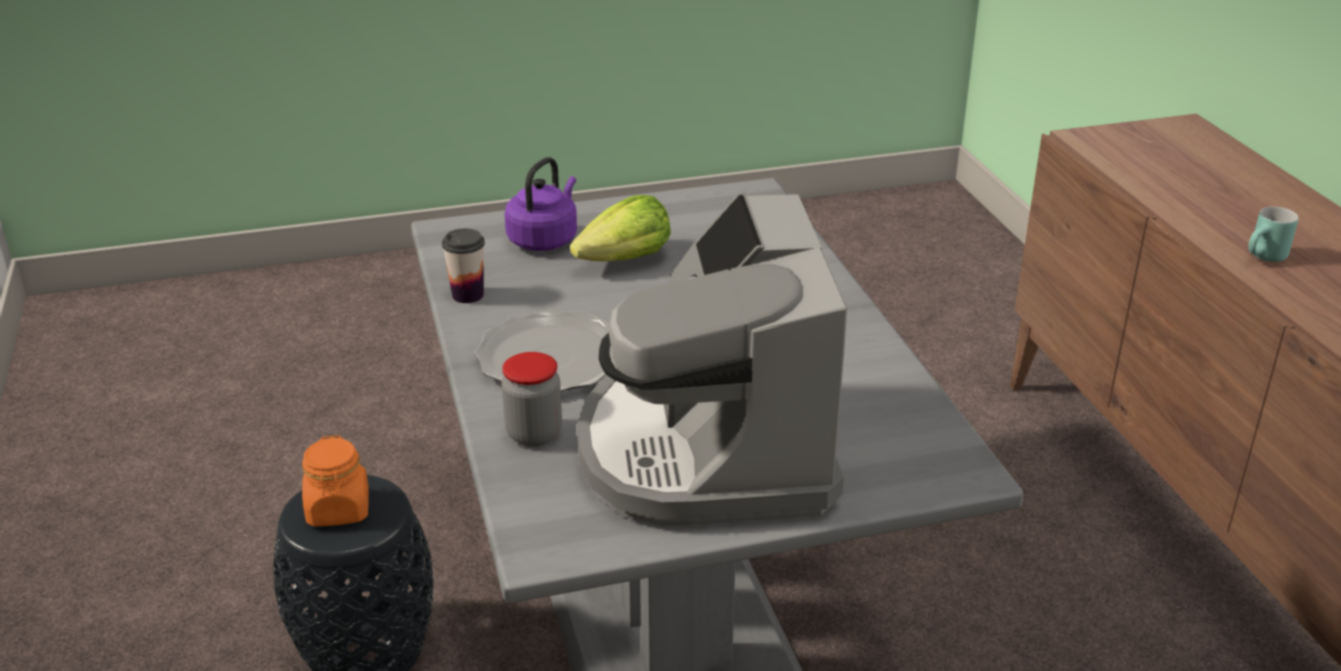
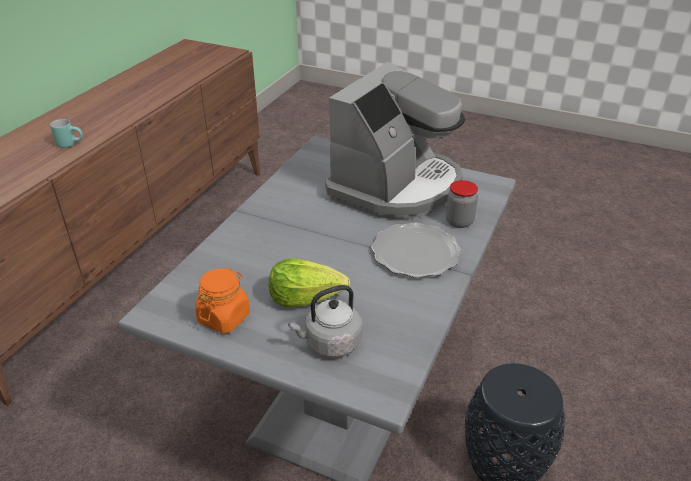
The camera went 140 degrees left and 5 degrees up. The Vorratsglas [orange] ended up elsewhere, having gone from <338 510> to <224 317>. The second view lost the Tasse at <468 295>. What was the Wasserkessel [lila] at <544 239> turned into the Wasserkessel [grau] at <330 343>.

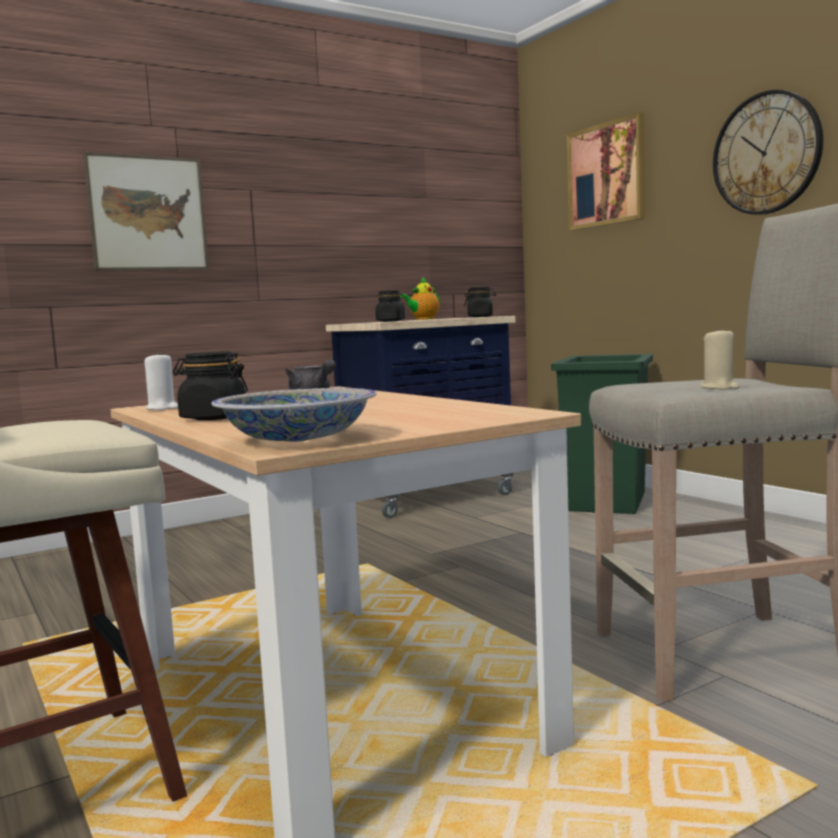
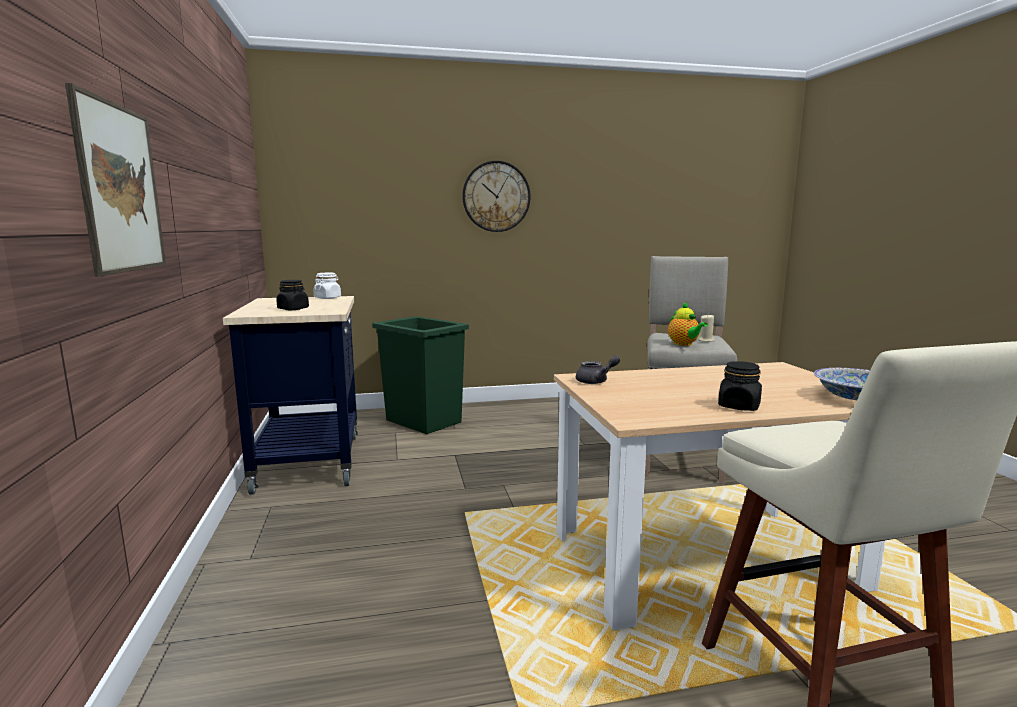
The camera went 70 degrees left and 5 degrees up. The second view lost the Kerze [weiß] at <163 408>. The Teekanne ended up elsewhere, having gone from <423 319> to <684 344>. What was the Vorratsglas [schwarz] at <480 316> turned into the Vorratsglas [weiß] at <327 298>. The second view lost the Bild at <606 175>.

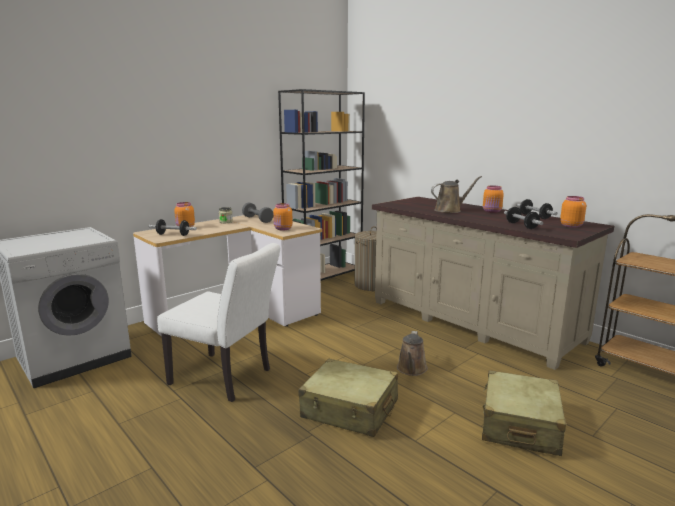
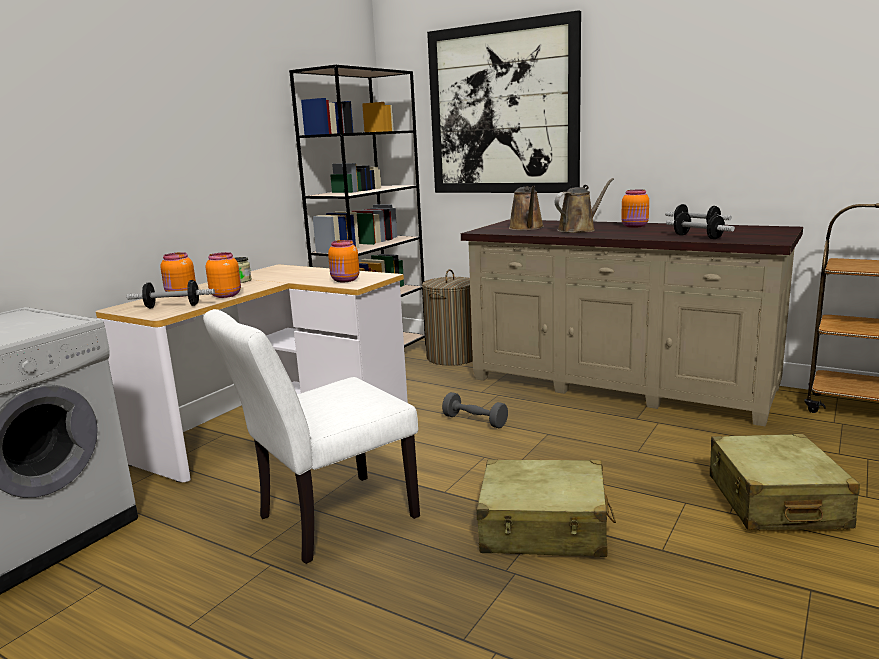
The camera went 15 degrees left and 0 degrees up. The Stuhl [weiß] at <227 378> ended up facing another way, 135 degrees clockwise from before. The Hantel [grau] ended up elsewhere, having gone from <257 219> to <475 421>. The Gießkanne [braun] ended up elsewhere, having gone from <411 369> to <527 228>. The Vorratsglas [orange] ended up elsewhere, having gone from <570 225> to <226 295>. The second view gained the Bild at <502 110>.

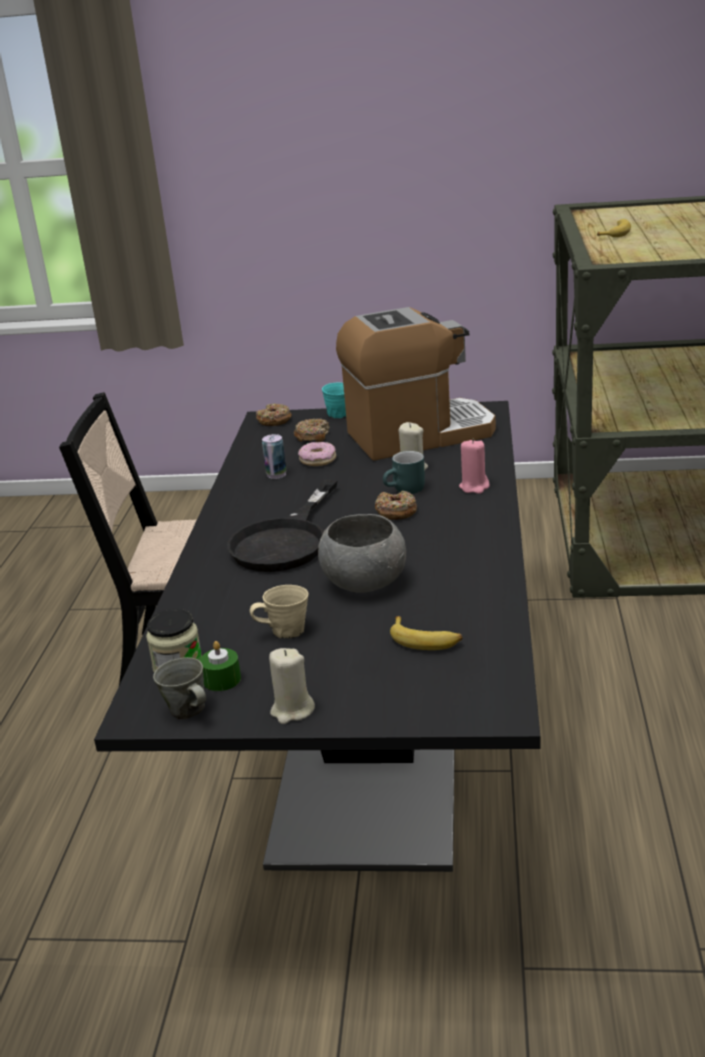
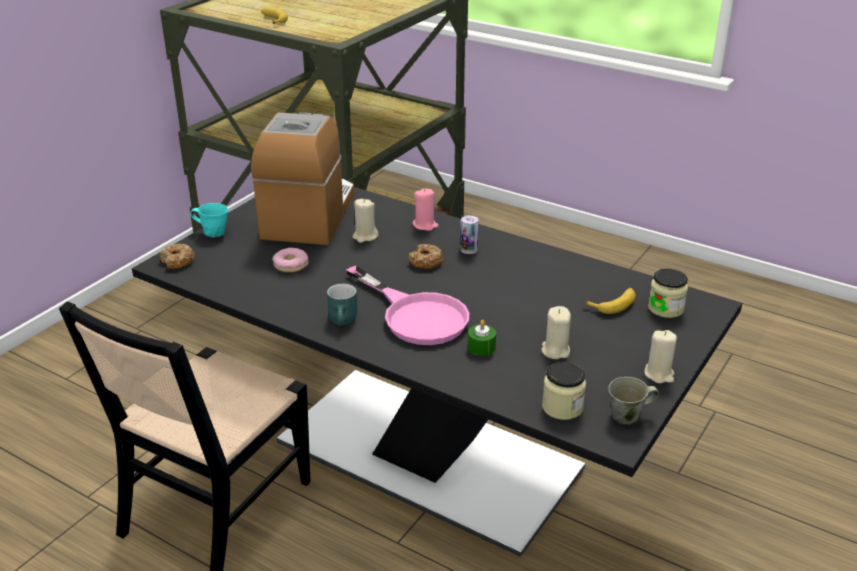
The camera went 65 degrees left and 5 degrees up. The Kerze [grün] ended up elsewhere, having gone from <222 679> to <481 347>. What was the Pfanne [schwarz] at <286 540> turned into the Pfanne [rosa] at <416 315>. Where the Henkelbecher [beige] stood at <285 631>, the Kerze [beige] came to stand at <555 351>. The Dose ended up elsewhere, having gone from <276 474> to <469 249>. The second view lost the Donut at <312 436>. The second view lost the Schüssel [grau] at <364 582>. The Henkelbecher [türkis] ended up elsewhere, having gone from <406 490> to <344 321>. The second view gained the Vorratsglas at <665 308>.

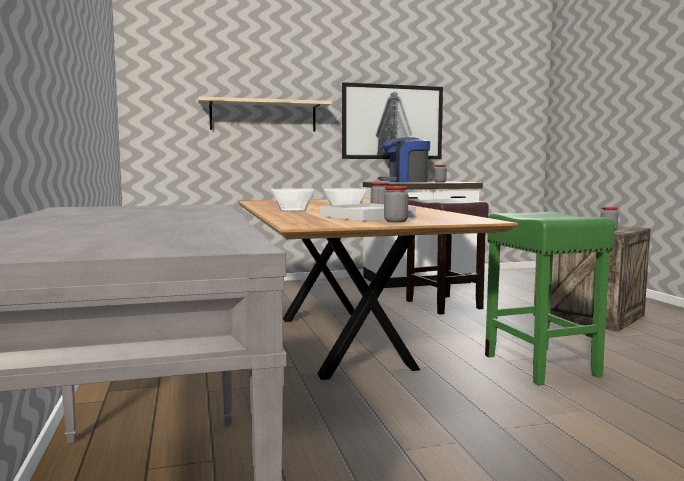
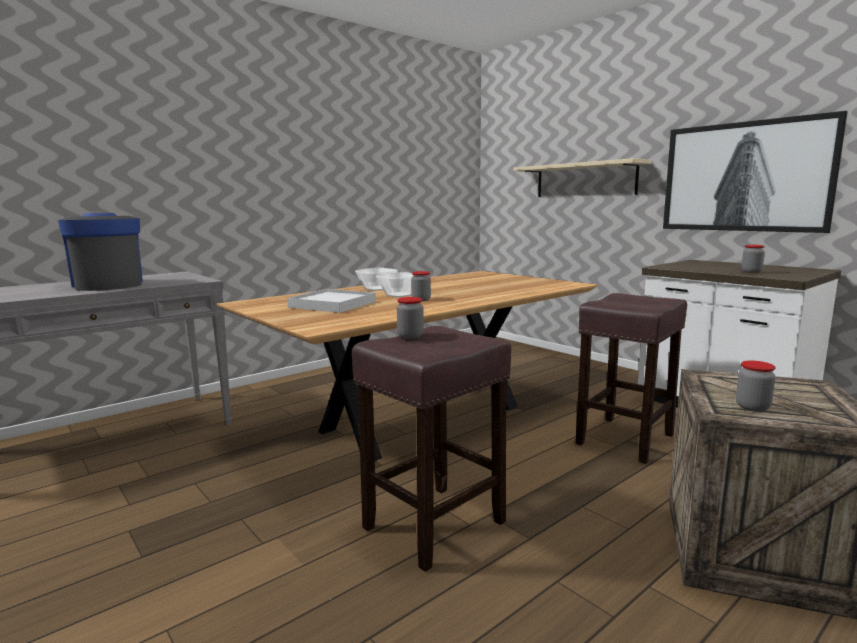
The camera went 65 degrees right and 5 degrees up. The Kaffeemaschine ended up elsewhere, having gone from <404 181> to <108 285>. The Vorratsglas ended up elsewhere, having gone from <395 221> to <410 336>. What was the Hocker [grün] at <542 366> turned into the Hocker [braun] at <433 526>.

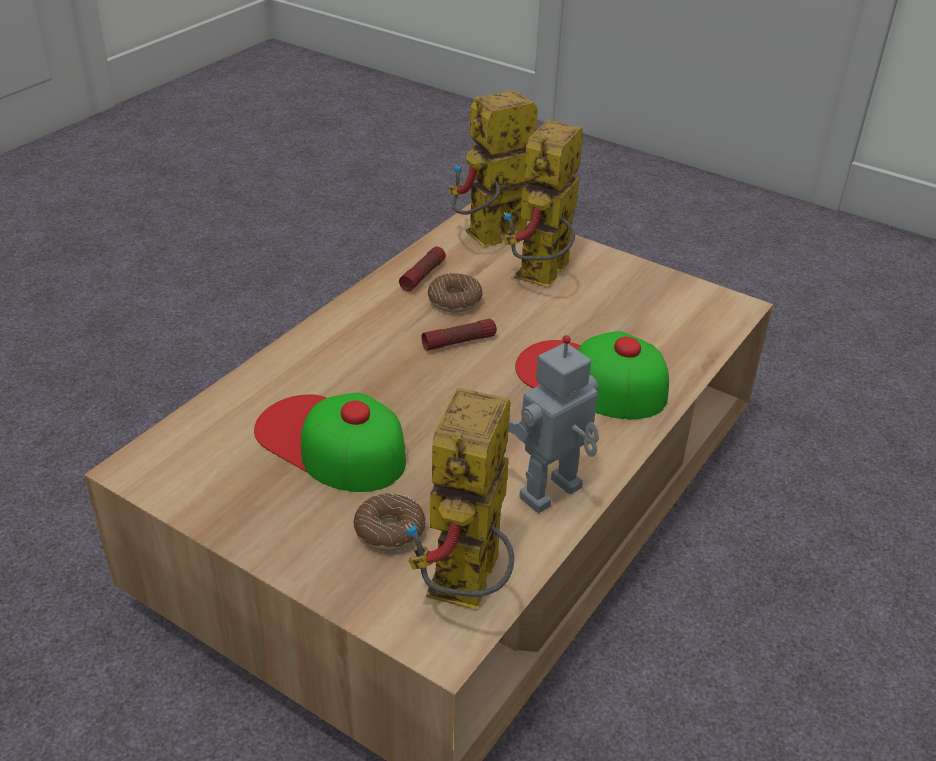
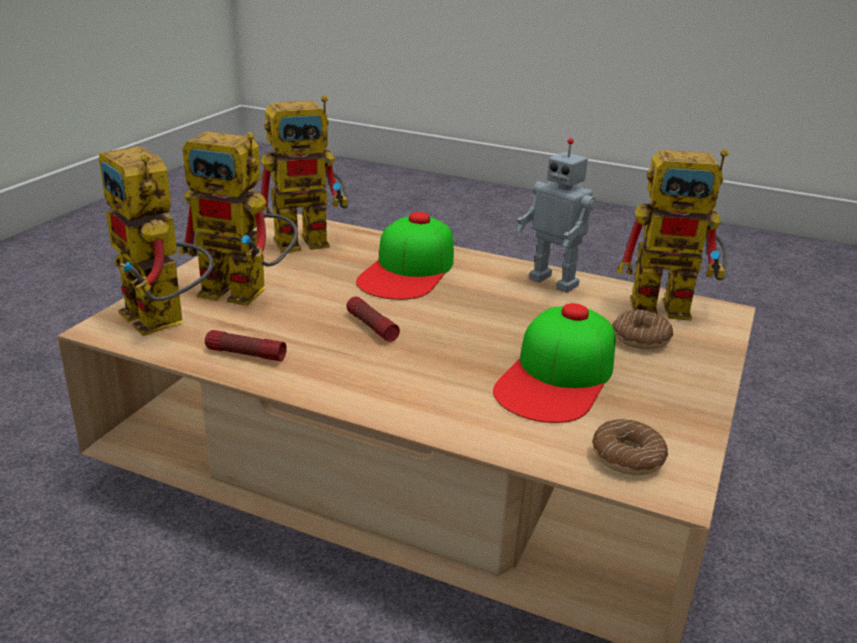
The camera went 100 degrees left and 10 degrees down. The Donut ended up elsewhere, having gone from <454 301> to <627 457>. The second view gained the Spielzeugroboter at <312 239>.

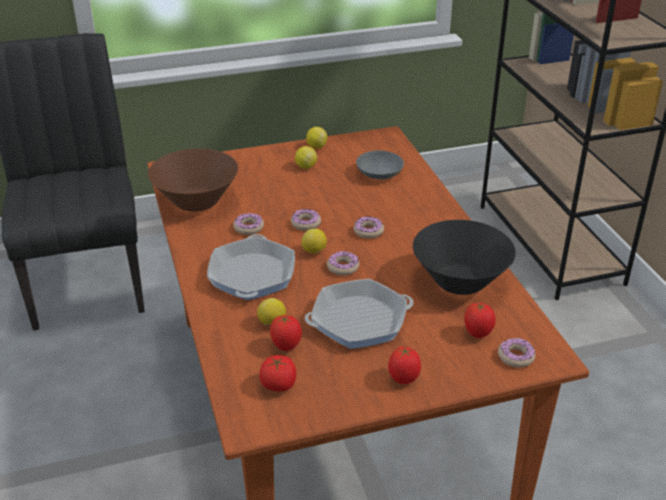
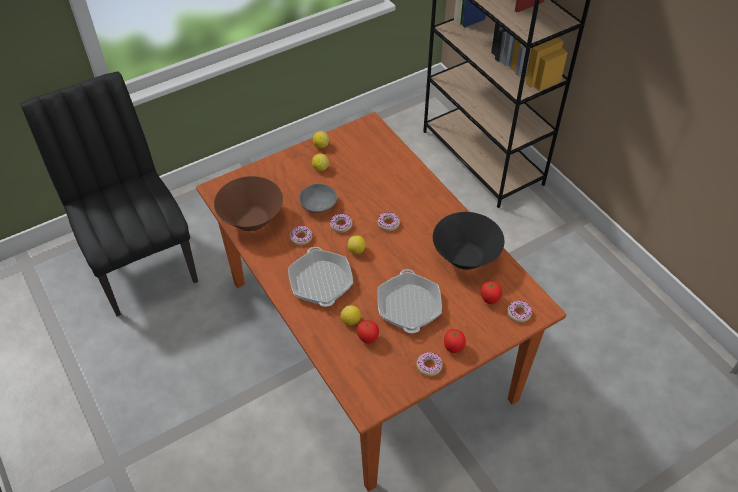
The camera went 15 degrees left and 15 degrees up. The second view lost the Tomate at <278 384>. The Pfanne at <359 321> ended up facing another way, 120 degrees clockwise from before. The Donut ended up elsewhere, having gone from <343 267> to <429 366>. The Schüssel [grau] ended up elsewhere, having gone from <379 174> to <318 205>.

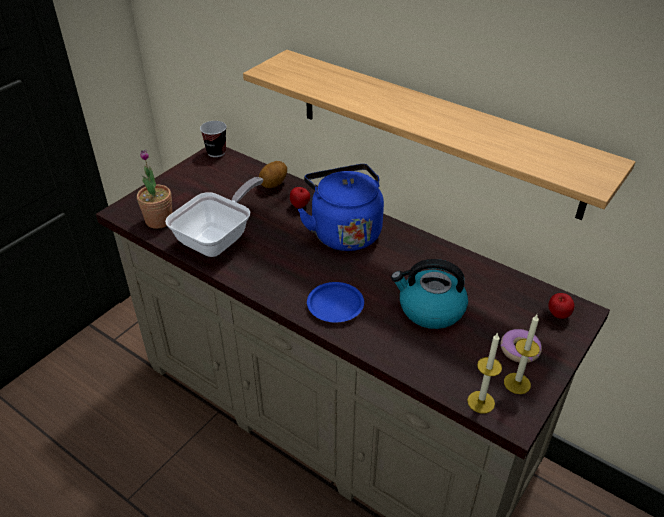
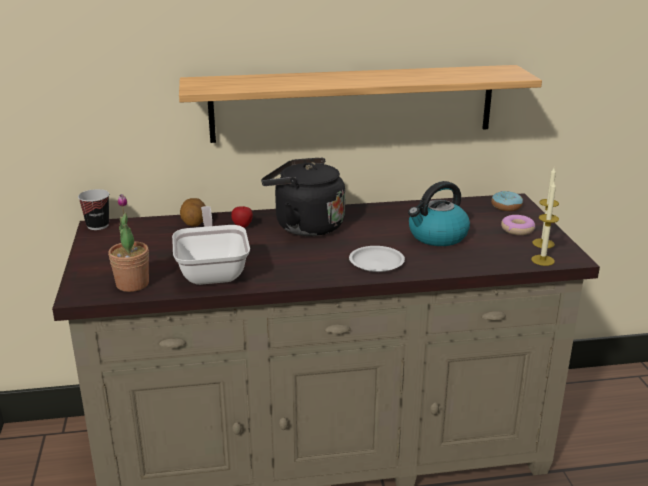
The camera went 45 degrees left and 15 degrees down. What was the Wasserkessel [blau] at <344 232> turned into the Wasserkessel [schwarz] at <305 226>. What was the Teller [blau] at <335 306> turned into the Teller [weiß] at <377 263>. Where the Apfel stood at <557 315>, the Donut came to stand at <506 207>.

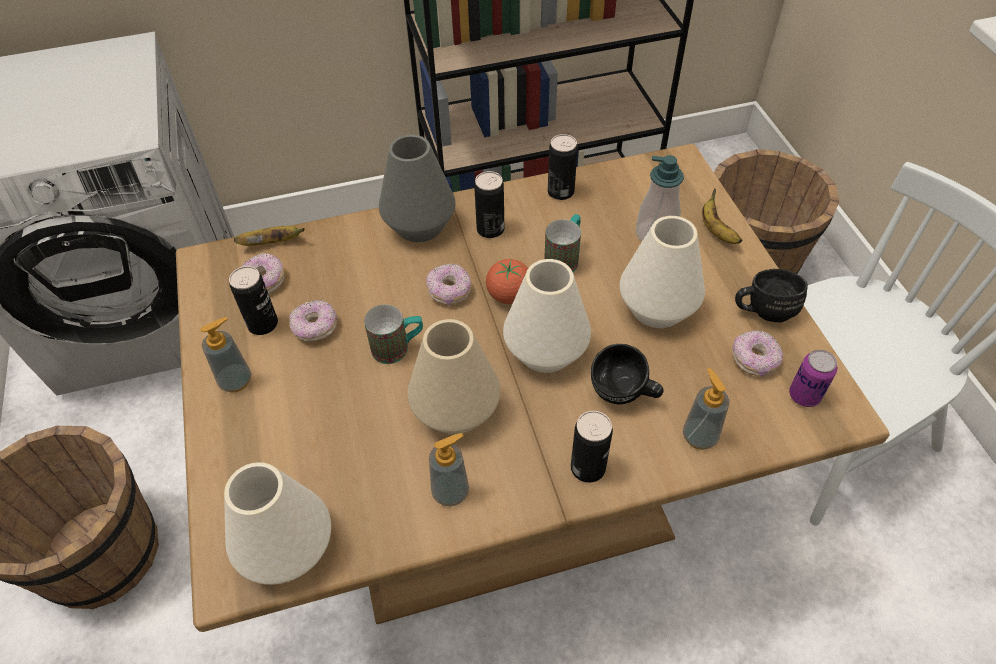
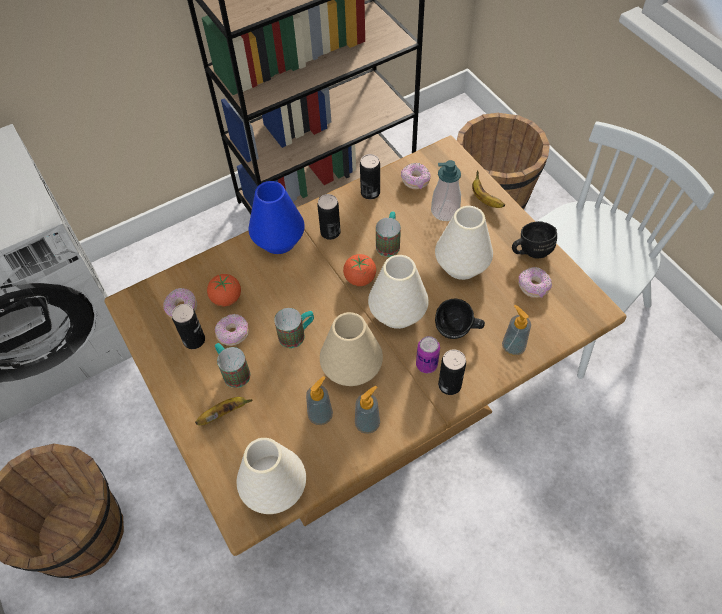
The camera went 15 degrees left and 5 degrees up. The Seifenspender ended up elsewhere, having gone from <236 381> to <320 415>. The Banane ended up elsewhere, having gone from <273 243> to <224 413>. What was the Vase [grau] at <419 225> turned into the Vase [blau] at <278 240>. The Donut ended up elsewhere, having gone from <449 291> to <415 181>. The Dose ended up elsewhere, having gone from <804 395> to <426 364>. The second view gained the Tomate at <226 298>. The second view gained the Henkelbecher at <233 371>.

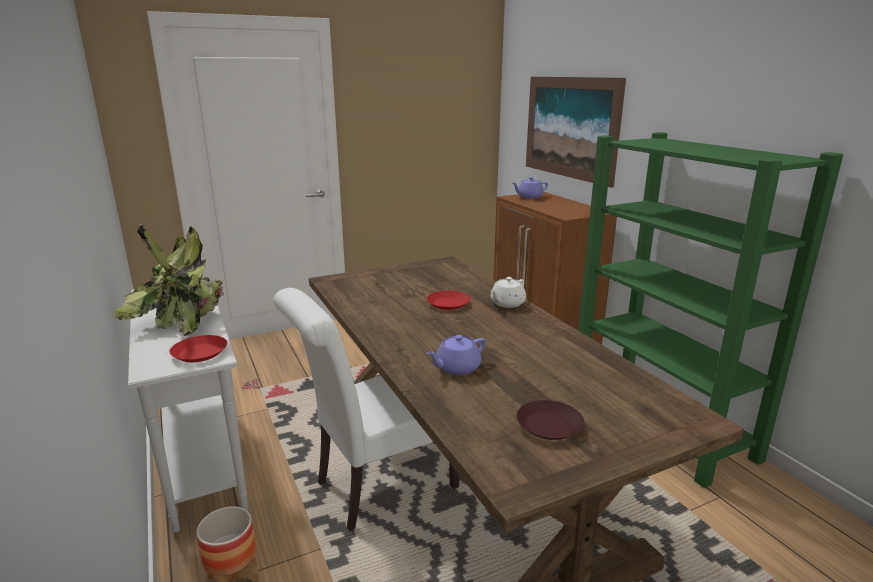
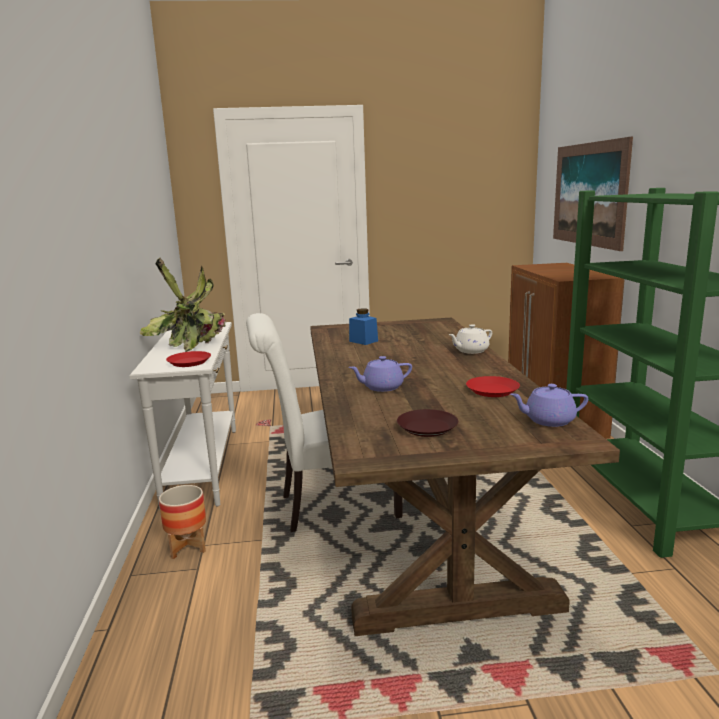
The camera went 20 degrees right and 5 degrees down. The Teller [rot] ended up elsewhere, having gone from <448 304> to <492 391>. The Teekanne [lila] ended up elsewhere, having gone from <529 197> to <548 420>. The second view gained the Vorratsglas [blau] at <363 341>.

